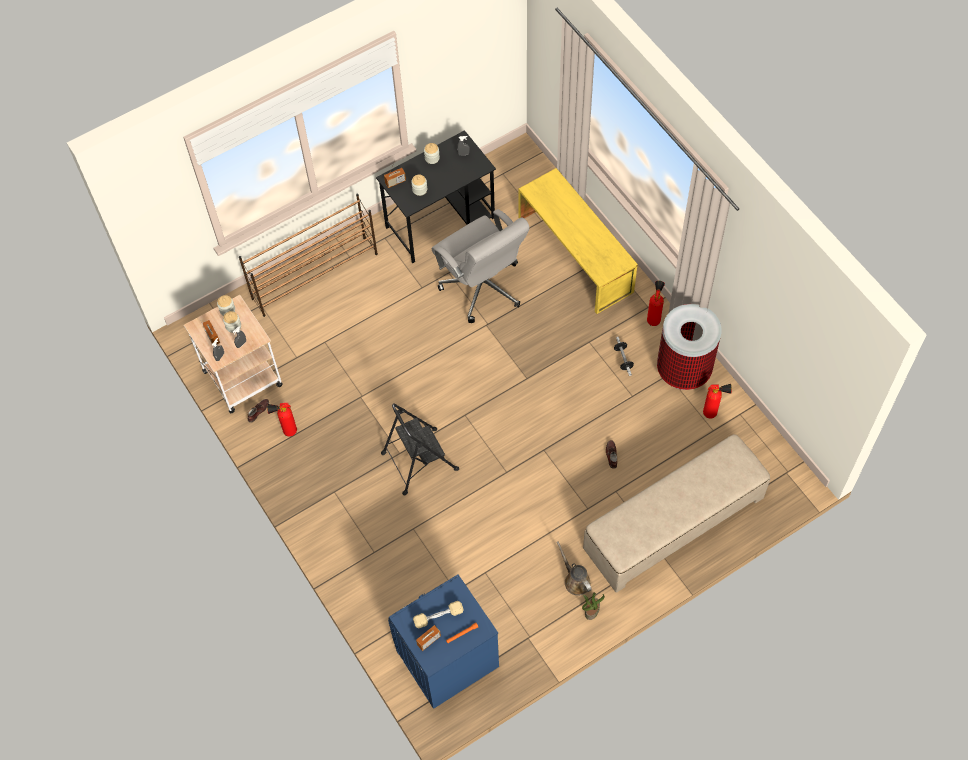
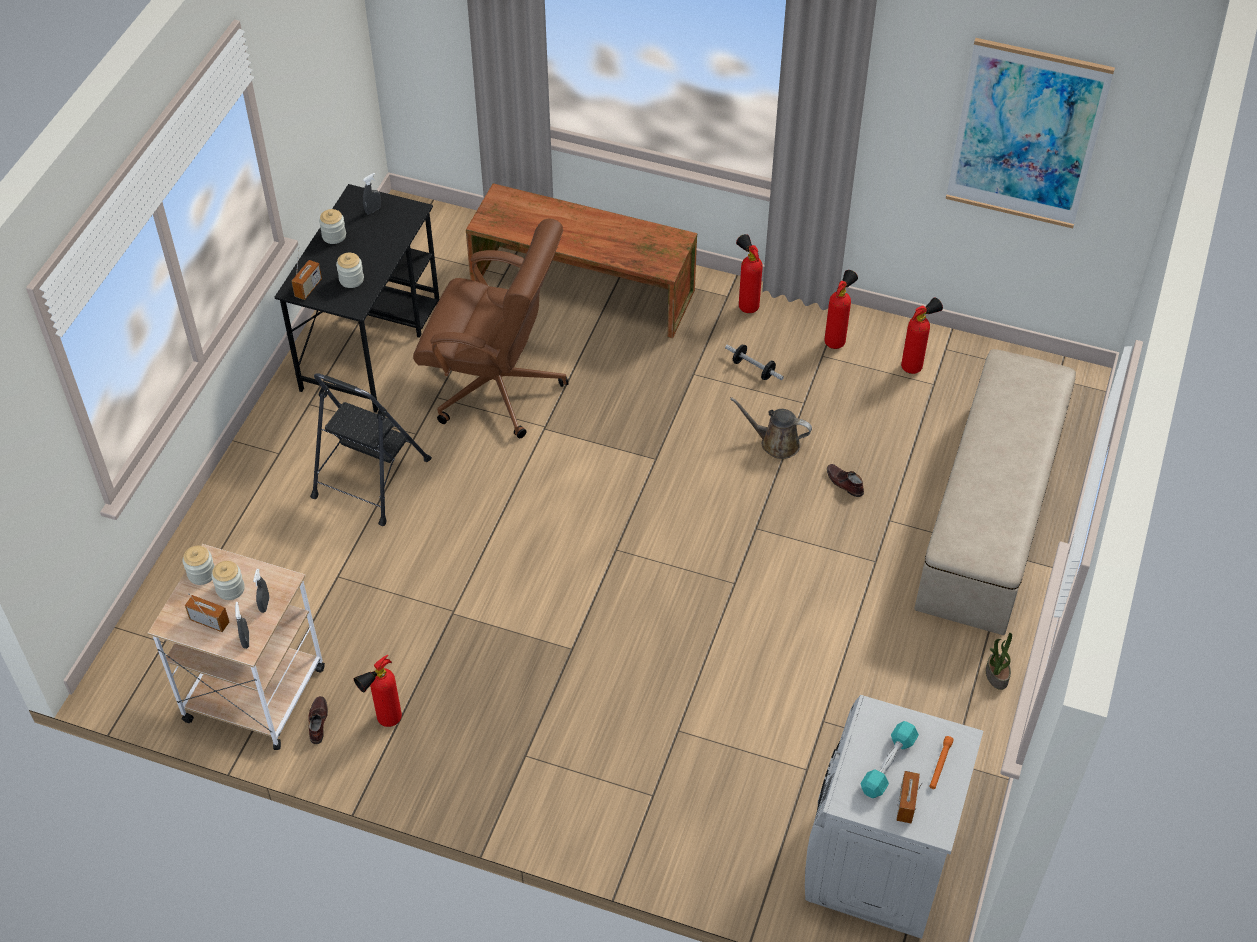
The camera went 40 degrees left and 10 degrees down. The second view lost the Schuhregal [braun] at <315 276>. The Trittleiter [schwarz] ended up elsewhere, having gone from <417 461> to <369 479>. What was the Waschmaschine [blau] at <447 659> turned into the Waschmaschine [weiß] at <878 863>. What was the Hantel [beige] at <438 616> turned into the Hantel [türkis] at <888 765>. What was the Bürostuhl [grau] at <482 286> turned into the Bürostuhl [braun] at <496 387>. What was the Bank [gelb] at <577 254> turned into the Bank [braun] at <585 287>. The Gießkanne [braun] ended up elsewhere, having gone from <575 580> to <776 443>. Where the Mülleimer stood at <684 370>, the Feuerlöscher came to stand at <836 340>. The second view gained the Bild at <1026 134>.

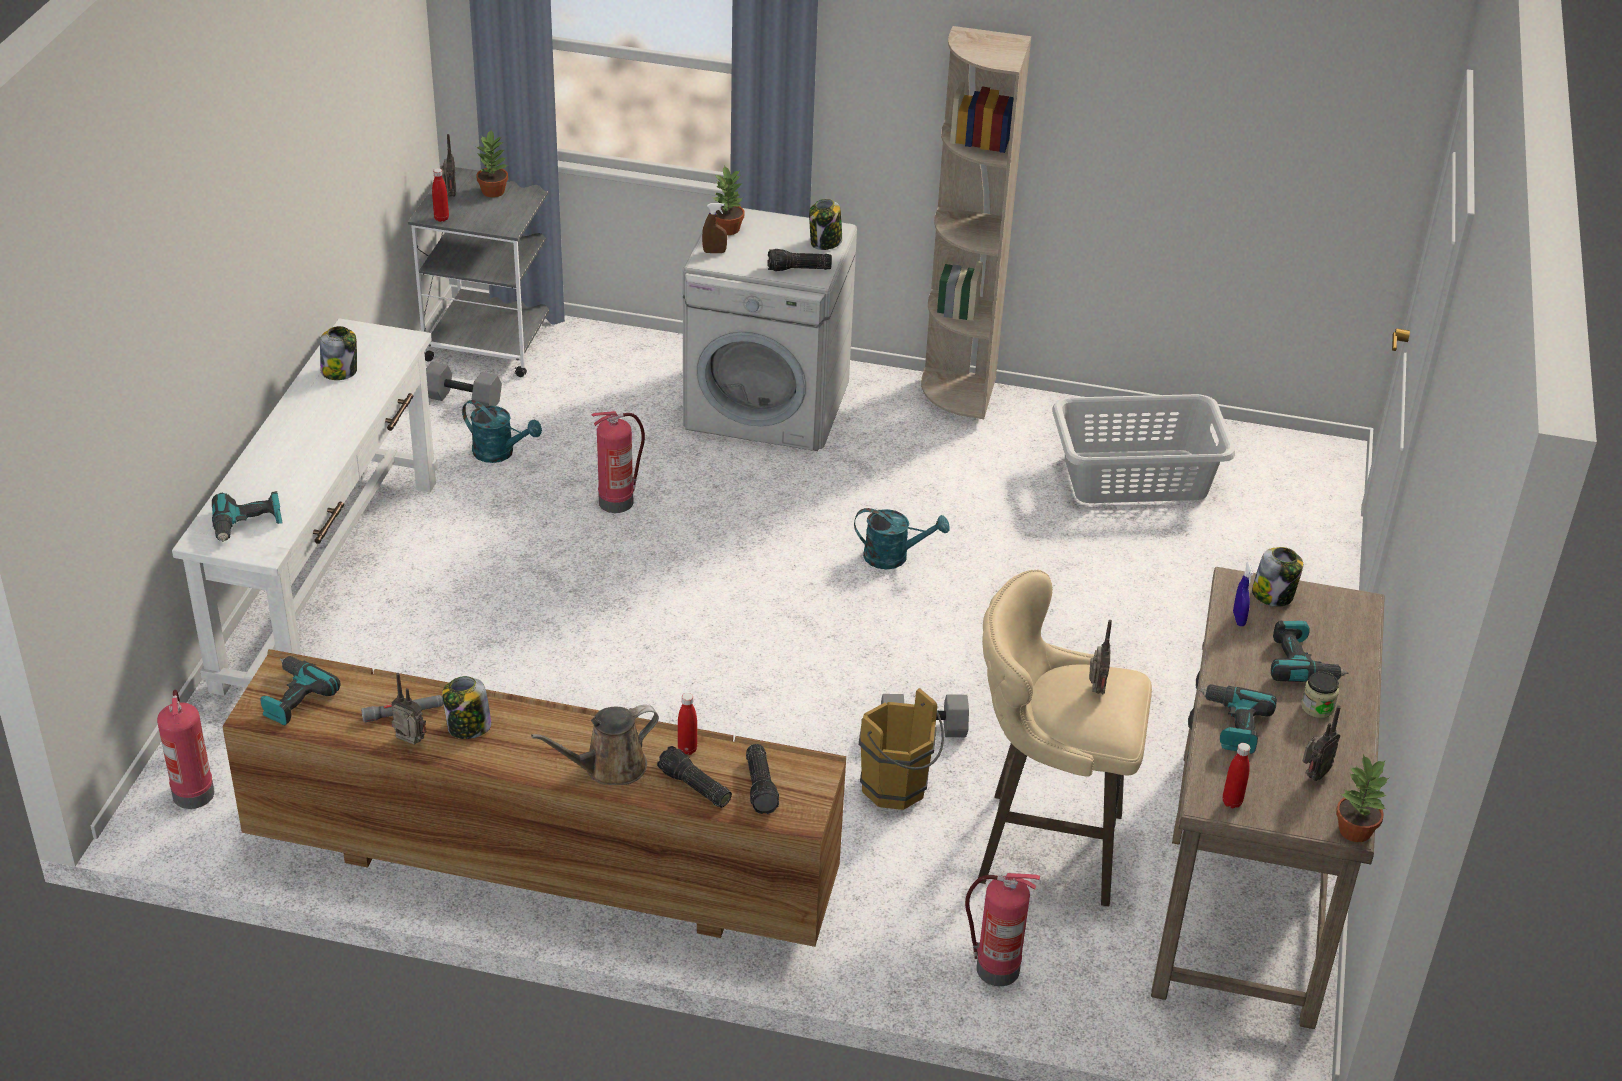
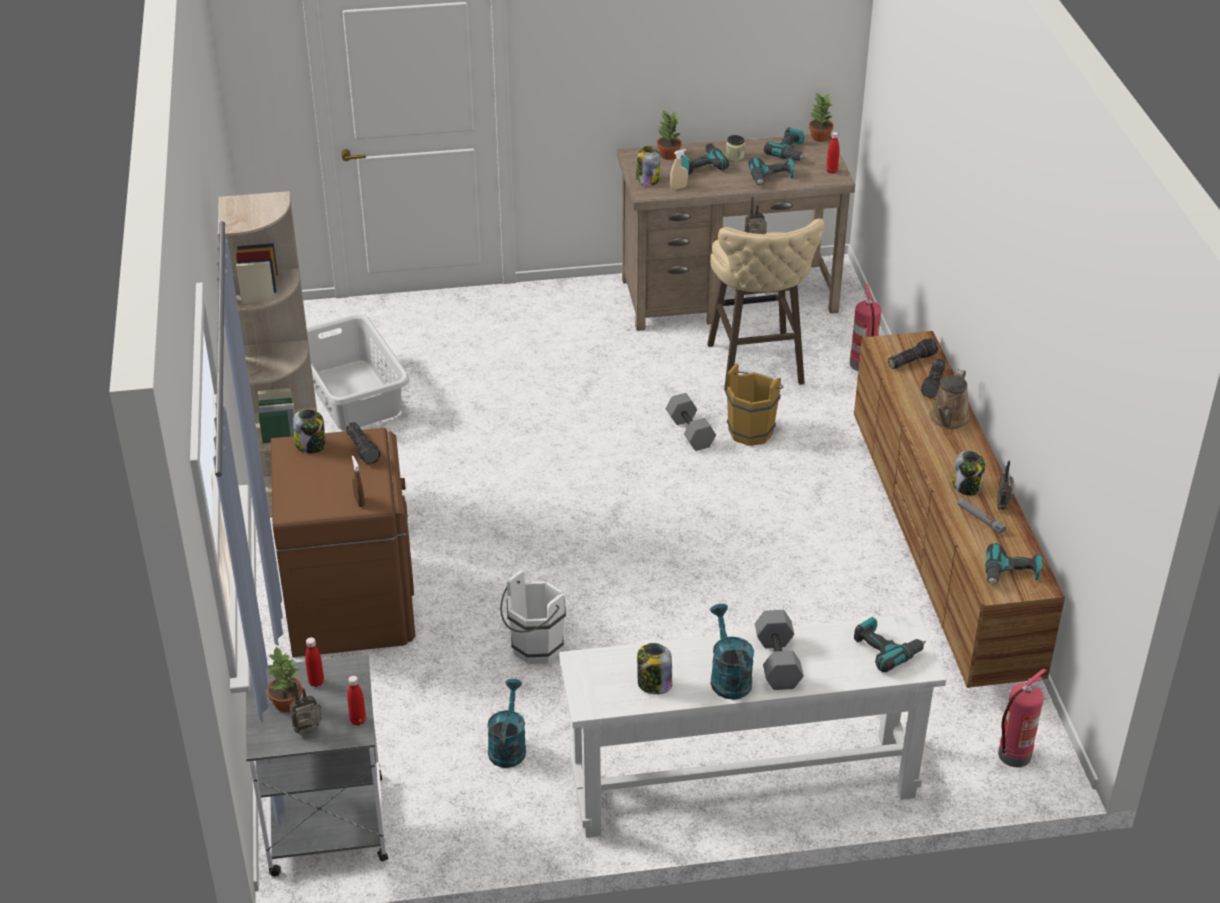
The camera went 110 degrees left and 0 degrees up. The Hantel [grau] ended up elsewhere, having gone from <461 400> to <779 662>. The Gießkanne [braun] at <609 767> ended up facing another way, 75 degrees clockwise from before. Where the Feuerlöscher stood at <617 501>, the Eimer [weiß] came to stand at <534 649>. The Flasche [rot] ended up elsewhere, having gone from <687 749> to <316 682>. What was the Waschmaschine [weiß] at <767 407> turned into the Waschmaschine [braun] at <352 602>. The Topfpflanze ended up elsewhere, having gone from <728 228> to <668 155>. The Gießkanne [türkis] ended up elsewhere, having gone from <894 557> to <728 676>. What was the Sprühflasche [blau] at <1239 619> turned into the Sprühflasche [beige] at <678 187>. Where the Radio stood at <1313 775>, the Bohrmaschine came to stand at <790 152>.

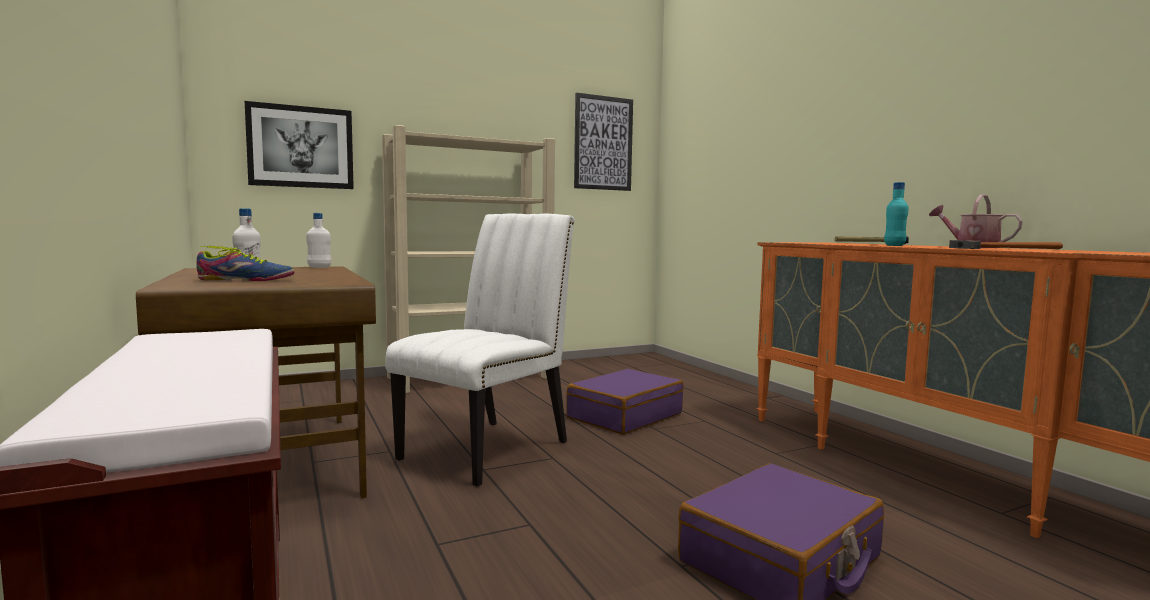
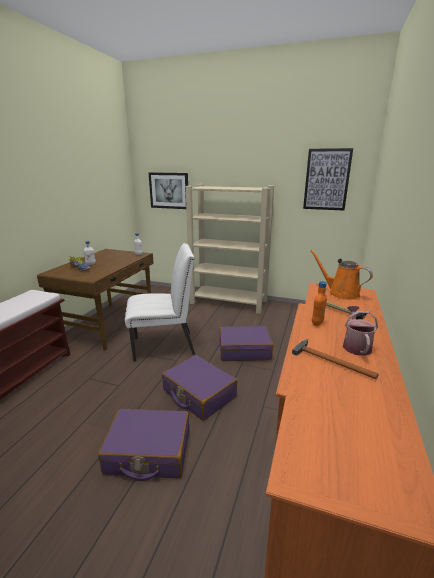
The camera went 45 degrees right and 15 degrees up. What was the Flasche [türkis] at <894 245> turned into the Flasche [orange] at <317 323>. The second view gained the Koffer [lila] at <199 394>. The second view gained the Gießkanne [orange] at <340 293>.

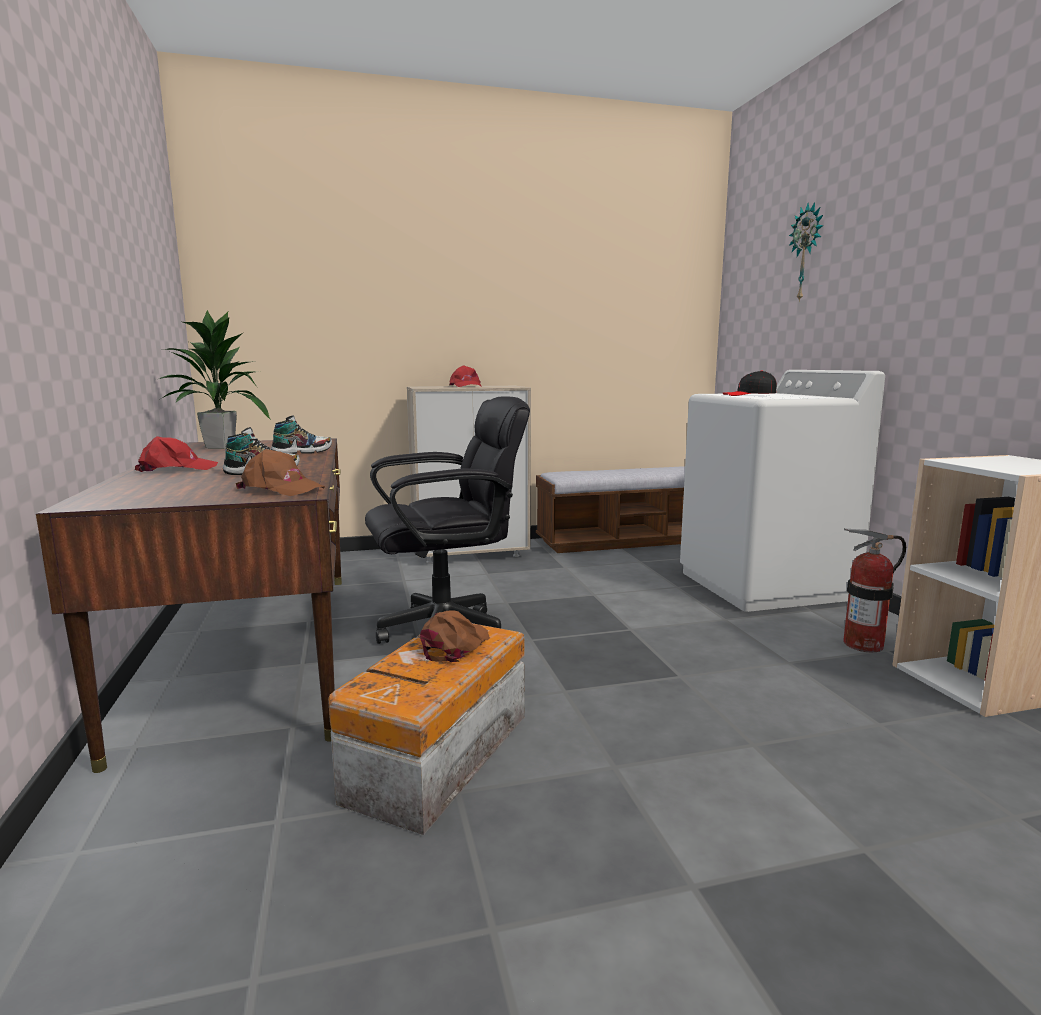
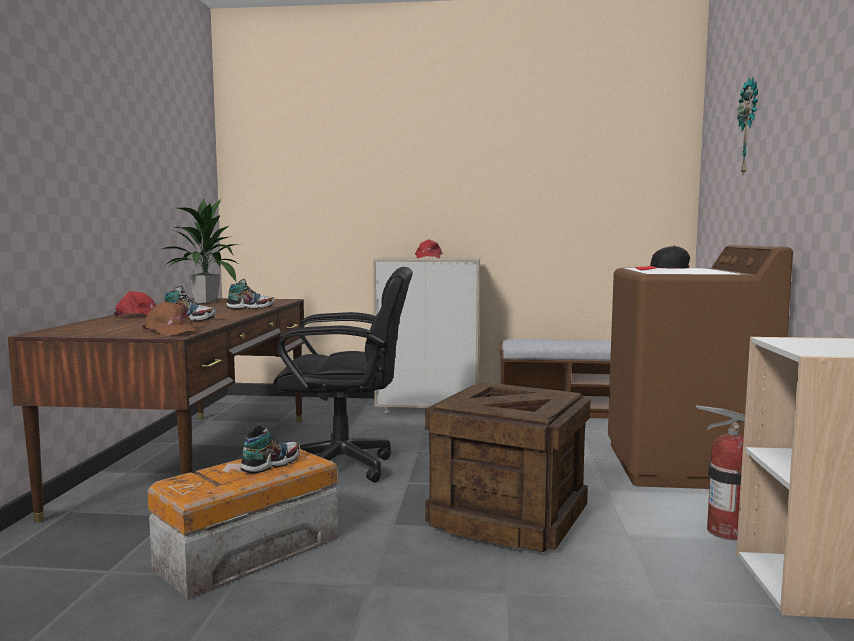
The camera went 20 degrees right and 5 degrees down. Where the Kappe [braun] stood at <455 646>, the Schuh came to stand at <271 464>. What was the Waschmaschine [weiß] at <764 585> turned into the Waschmaschine [braun] at <684 466>. The second view gained the Kiste at <507 518>.

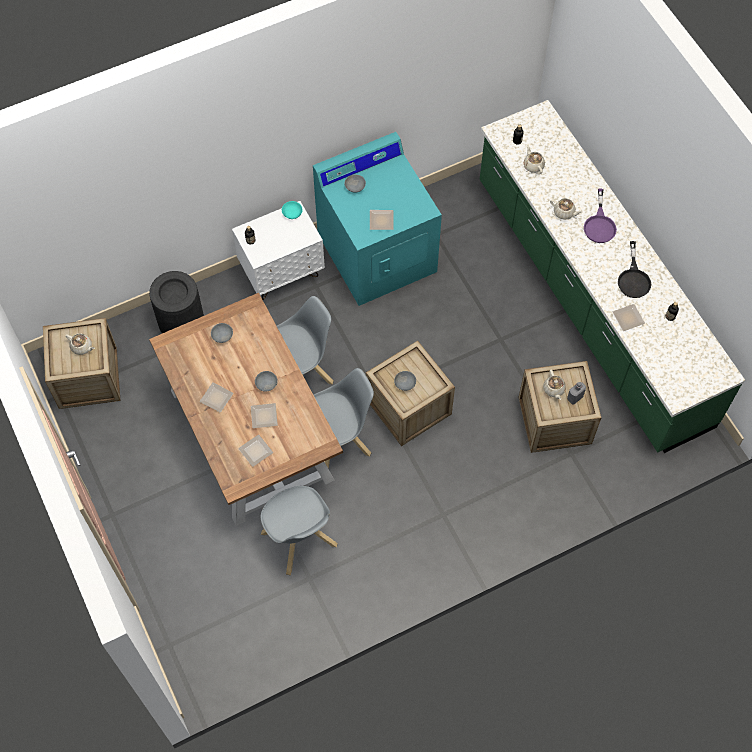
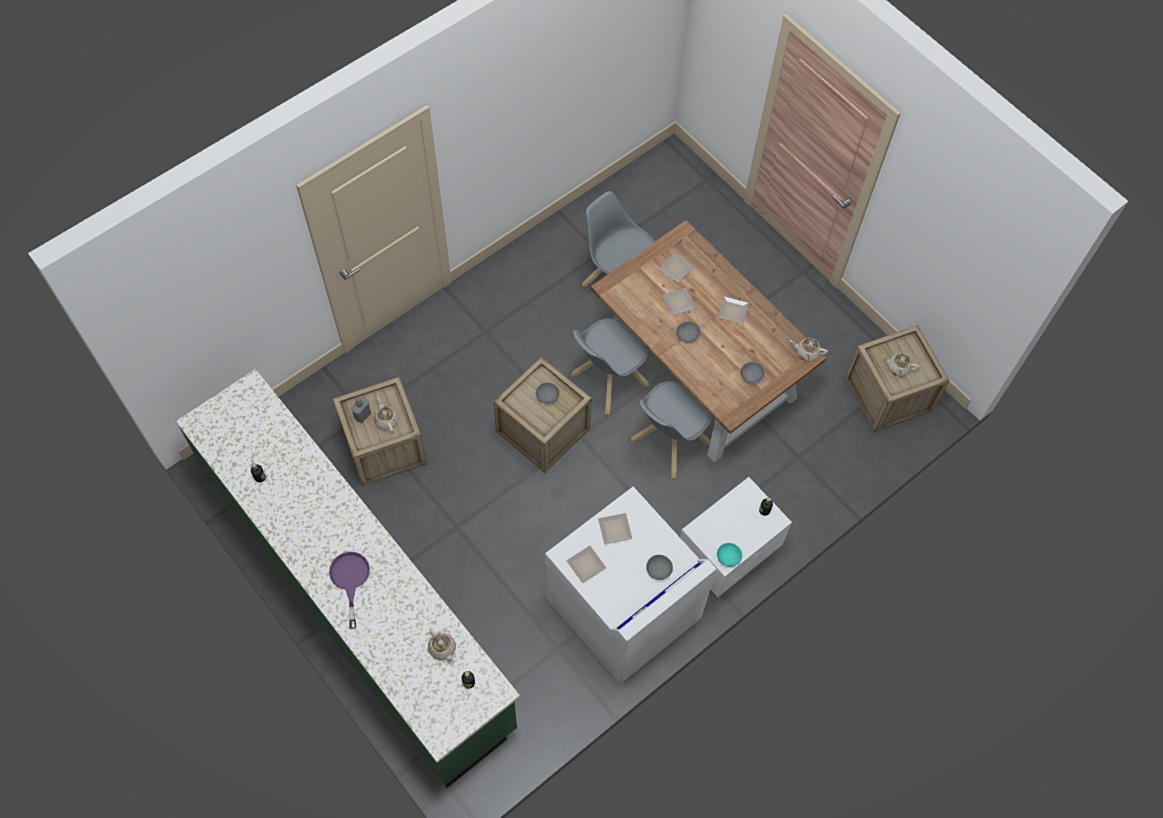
The camera went 165 degrees right and 0 degrees up. The second view lost the Mülleimer [schwarz] at <181 321>. What was the Waschmaschine [türkis] at <377 252> turned into the Waschmaschine [weiß] at <622 607>. The Teekanne [beige] ended up elsewhere, having gone from <564 212> to <807 352>. The Teller ended up elsewhere, having gone from <629 319> to <584 564>. The second view lost the Pfanne [schwarz] at <633 279>.

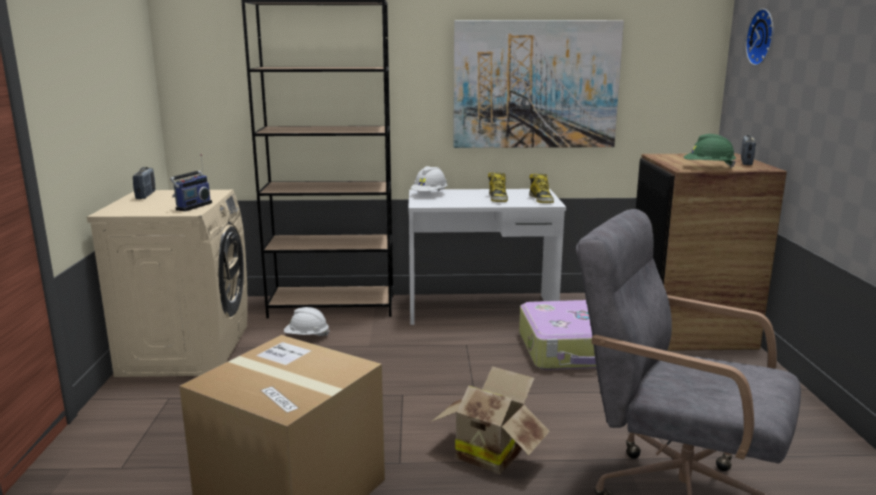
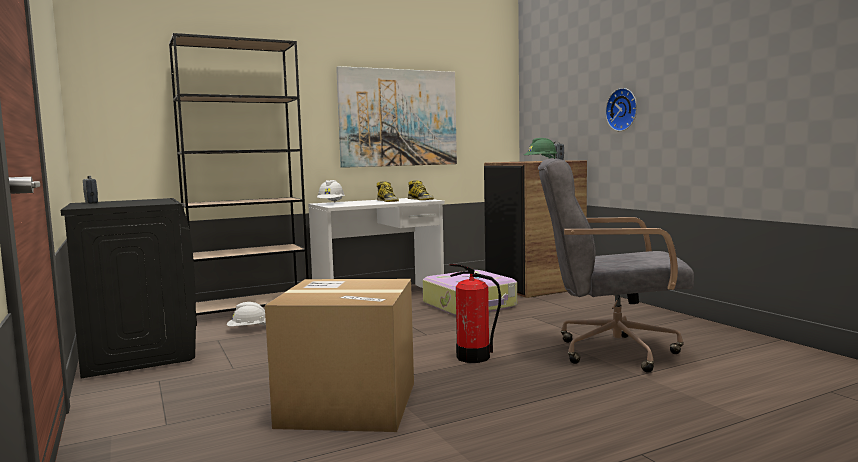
The camera went 25 degrees left and 10 degrees down. What was the Waschmaschine [beige] at <186 352> turned into the Waschmaschine [schwarz] at <139 354>. The second view lost the Radio at <192 206>. Where the Karton stood at <490 452>, the Feuerlöscher came to stand at <473 357>. The Wanduhr ended up elsewhere, having gone from <763 37> to <623 109>.

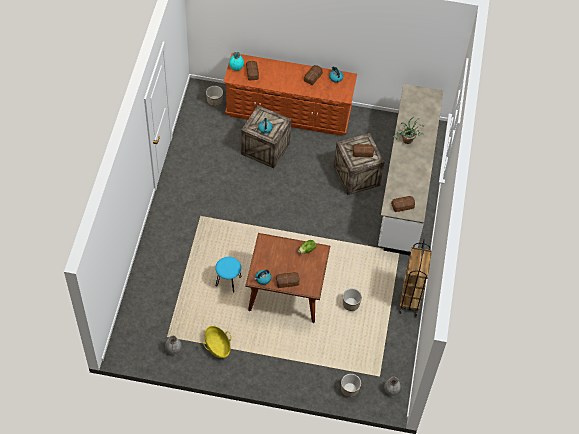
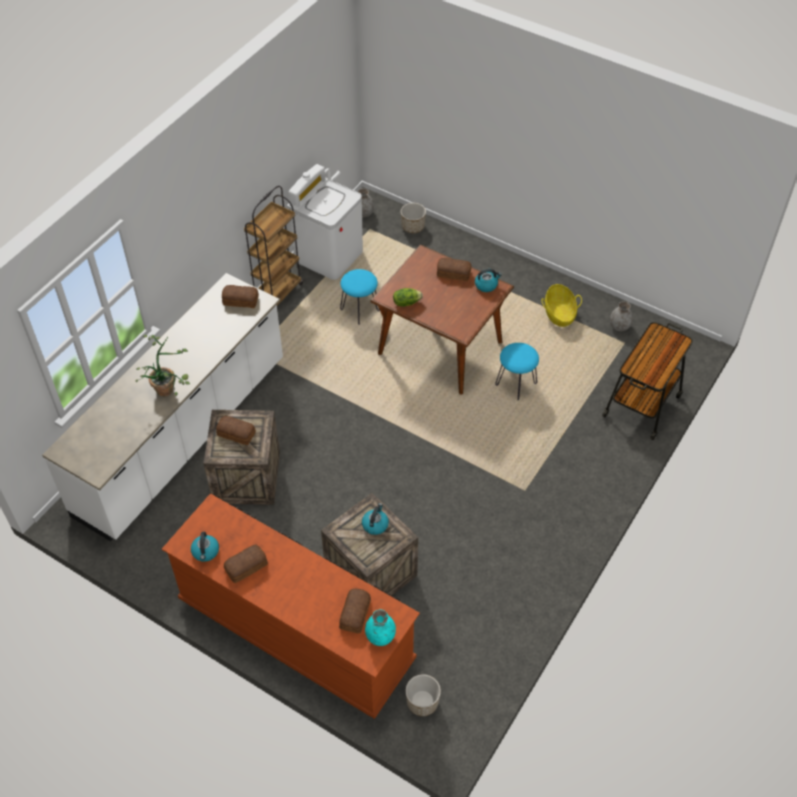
The camera went 155 degrees left and 5 degrees down. Where the Pflanzkübel stood at <351 304>, the Hocker [türkis] came to stand at <360 310>. The second view gained the Waschmaschine [weiß] at <329 256>. The second view gained the Rollwagen at <642 405>.

